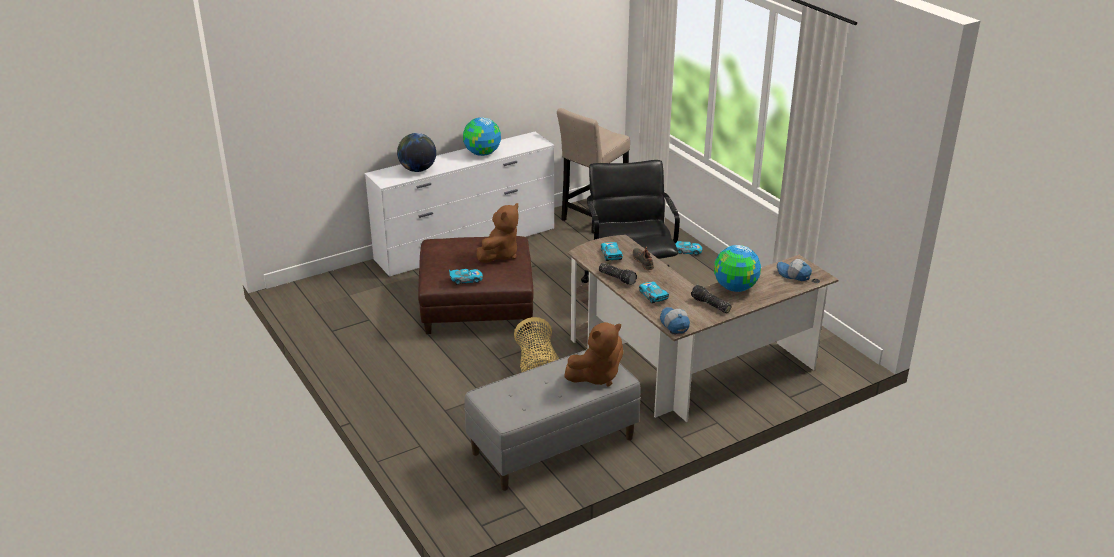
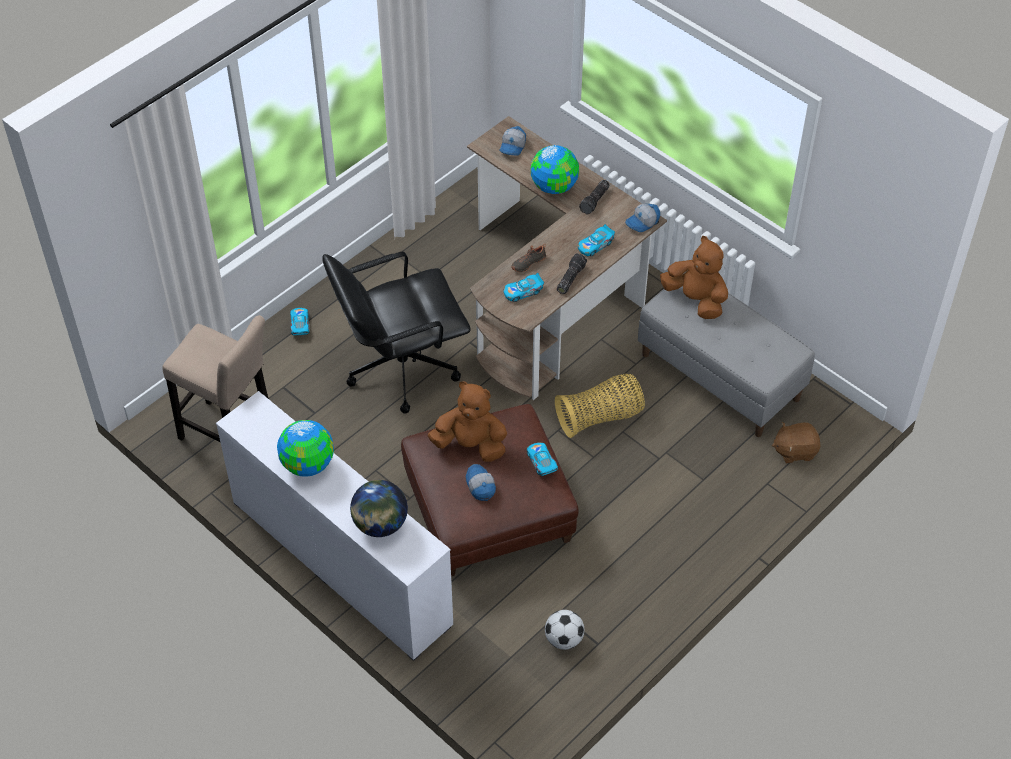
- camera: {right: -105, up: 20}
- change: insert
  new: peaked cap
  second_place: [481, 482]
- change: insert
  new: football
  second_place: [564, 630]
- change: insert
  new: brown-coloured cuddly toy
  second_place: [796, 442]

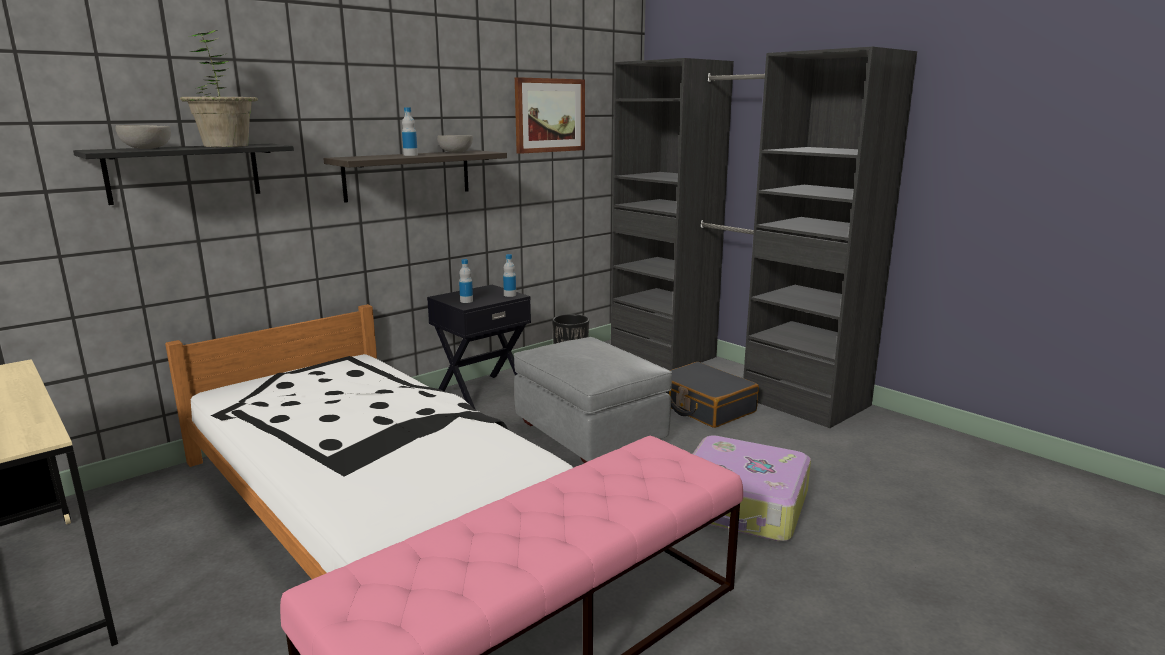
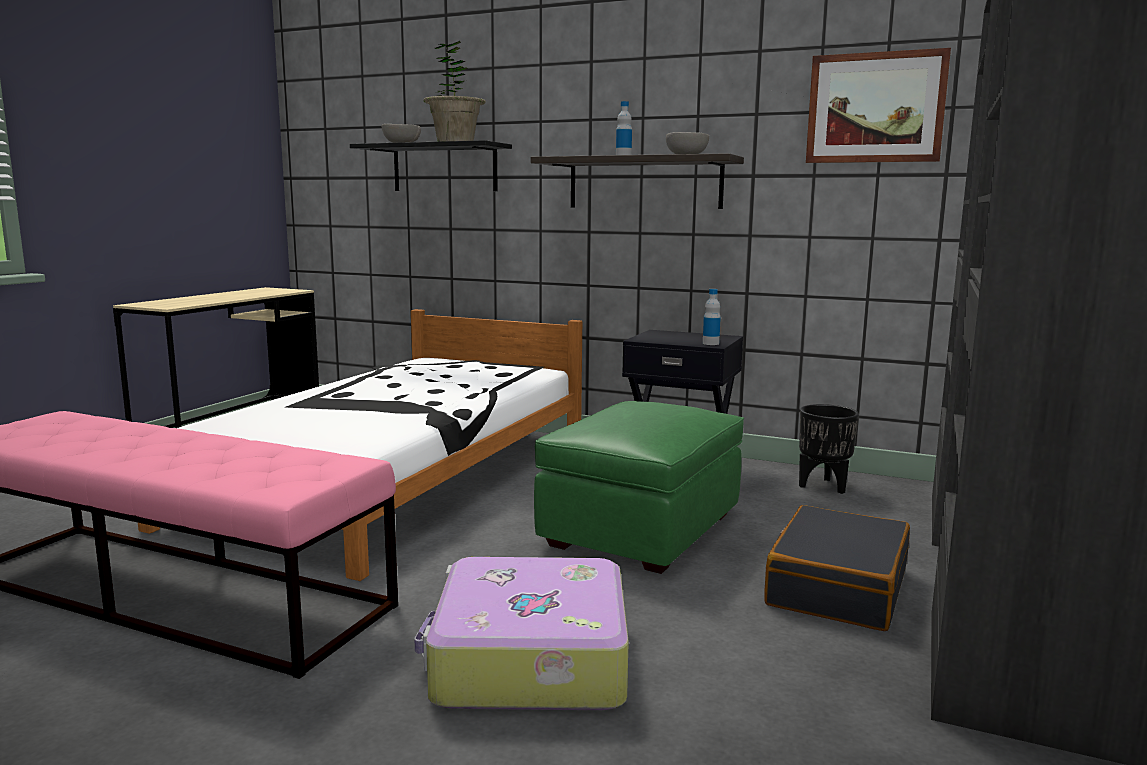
- camera: {right: 65, up: -5}
- change: delete
  old: drink bottle
  first_place: [466, 281]
- change: recolor
  old: grey footrest
  new: green-coloured footrest
  first_place: [593, 400]
  second_place: [639, 487]

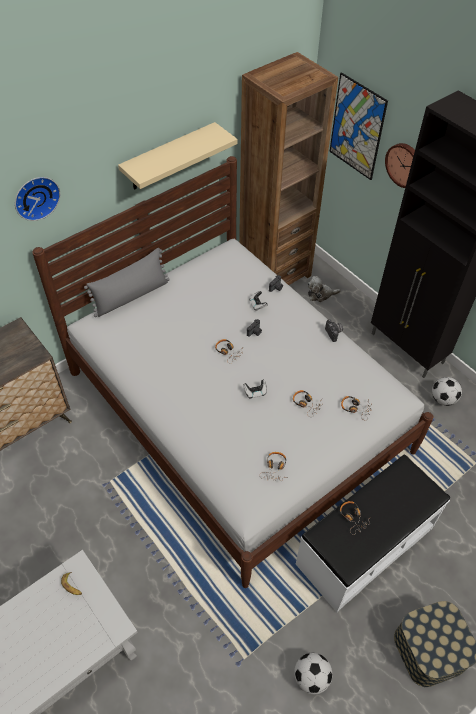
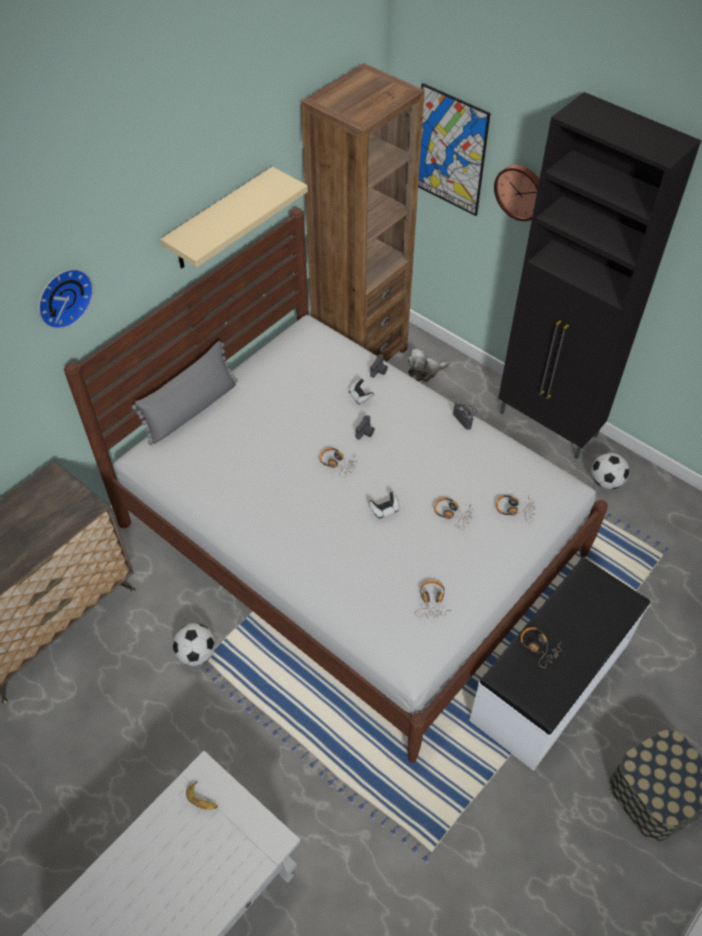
- camera: {right: -10, up: 0}
- change: move
  old: football
  first_place: [313, 673]
  second_place: [194, 644]

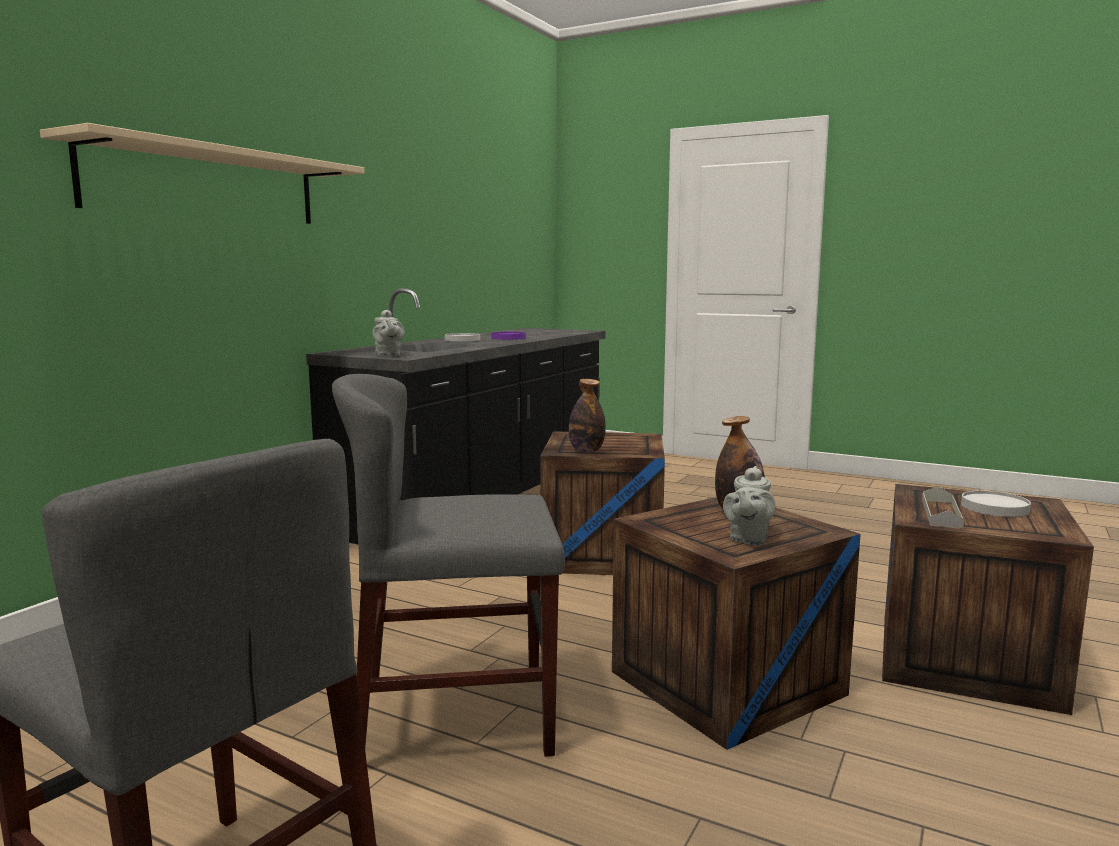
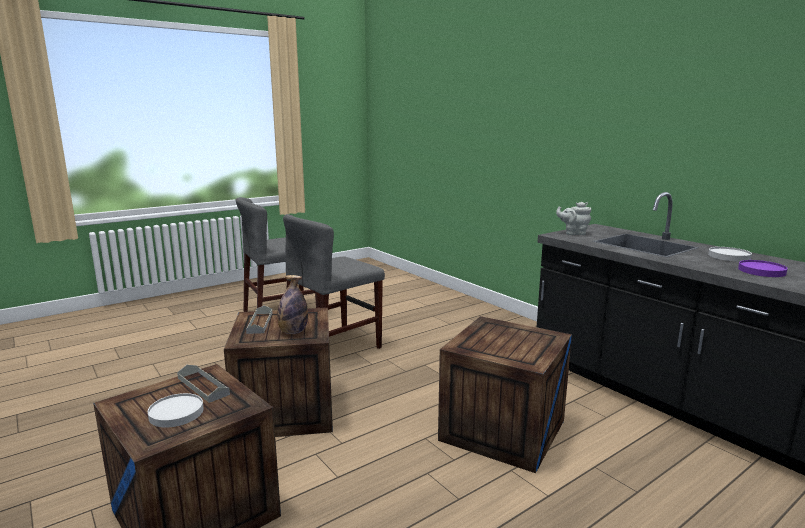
- camera: {right: 115, up: 5}
- change: delete
  old: sand-coloured wall shelf
  first_place: [202, 173]
- change: delete
  old: drink bottle
  first_place: [587, 415]
- change: replace
  old: grey tea pot
  new: grey carrying tray
  first_place: [749, 506]
  second_place: [259, 320]
- change: rotate
  old: grey plain chair
  first_place: [448, 565]
  second_place: [334, 281]
  degrees: -150

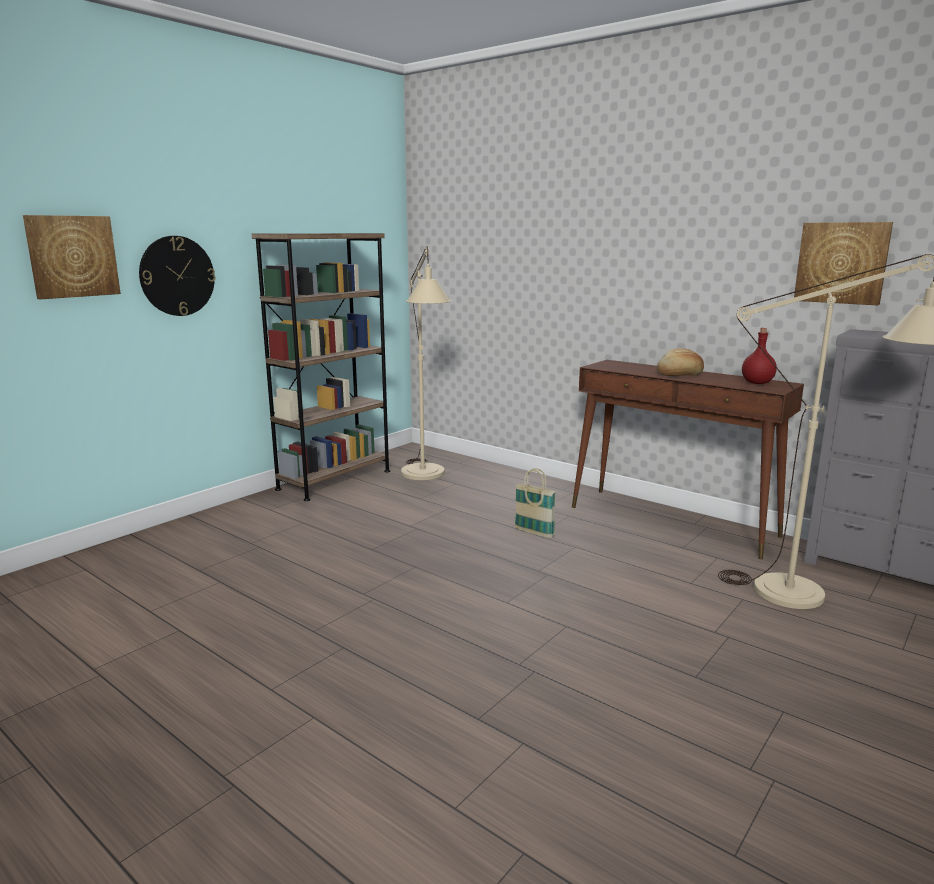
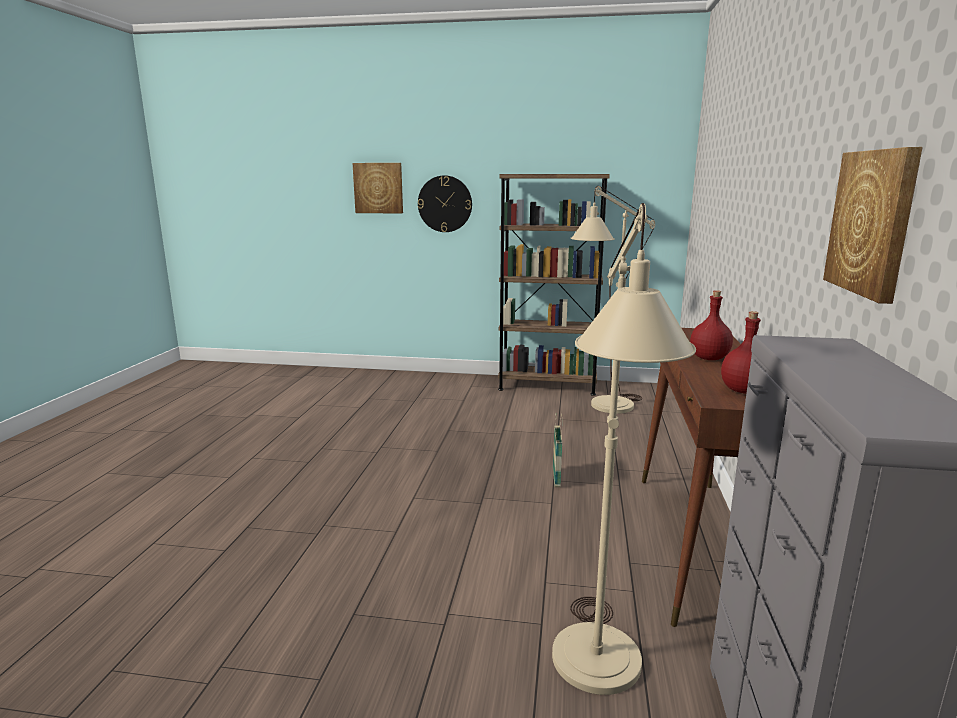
- camera: {right: 60, up: 0}
- change: replace
  old: baked bread
  new: red drink bottle
  first_place: [680, 362]
  second_place: [711, 325]

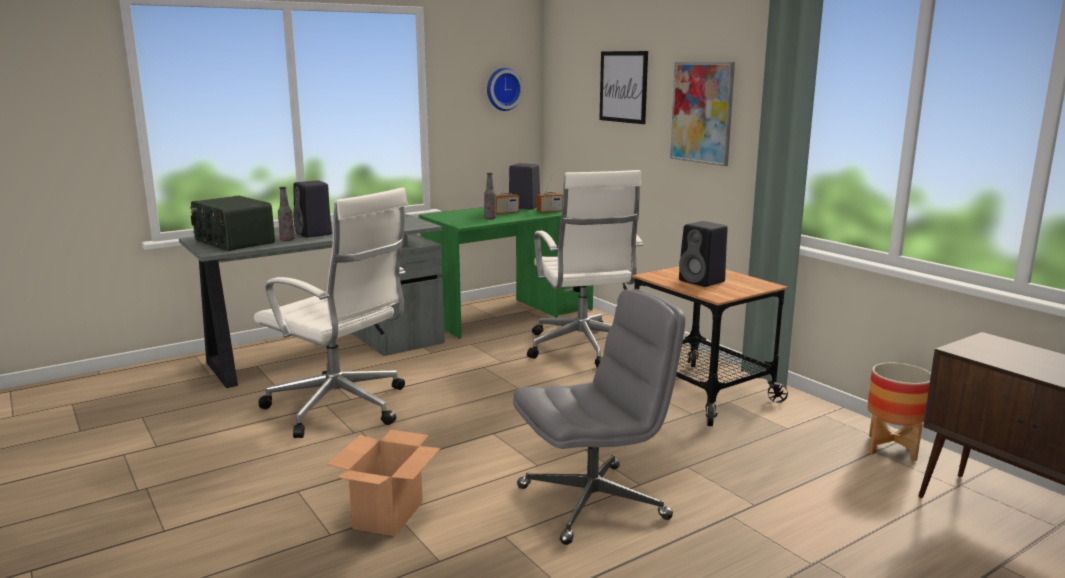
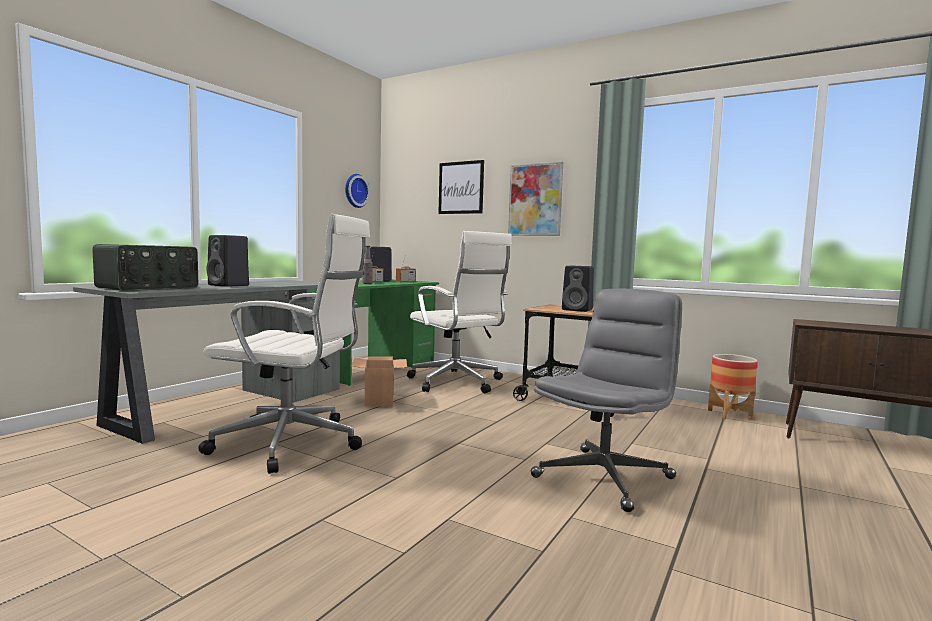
- camera: {right: -25, up: -10}
- change: delete
  old: drink bottle
  first_place: [286, 214]
- change: move
  old: carton
  first_place: [384, 483]
  second_place: [379, 381]
- change: rotate
  old: radio
  first_place: [232, 223]
  second_place: [145, 267]
  degrees: -75

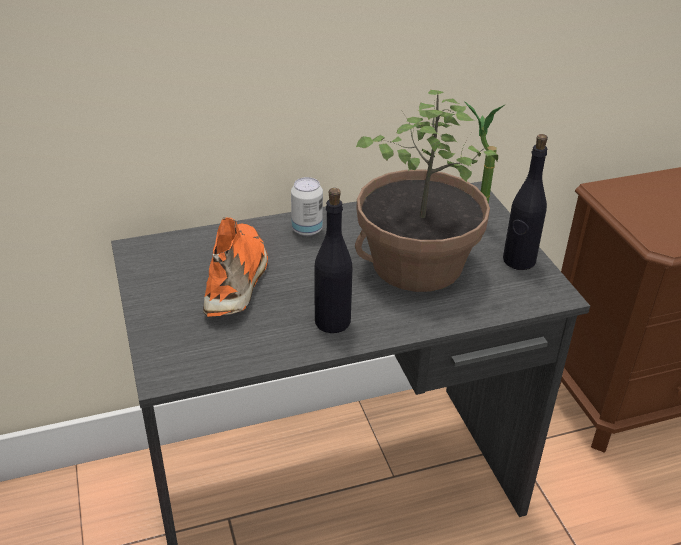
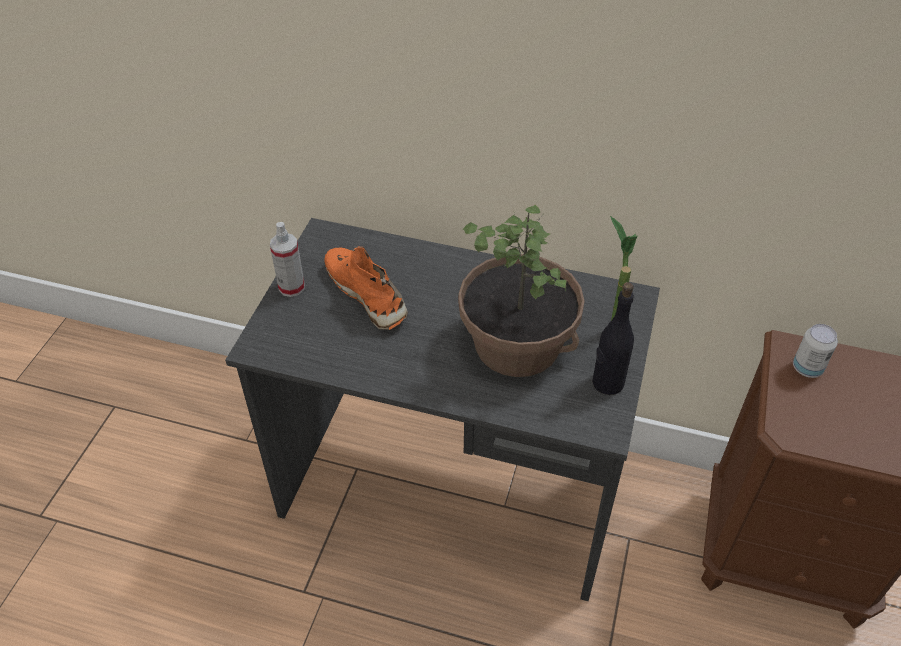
- camera: {right: 35, up: 10}
- change: delete
  old: black-coloured drink bottle
  first_place: [333, 260]
- change: insert
  new: hand sprayer
  second_place: [287, 259]
- change: move
  old: can
  first_place: [307, 206]
  second_place: [815, 351]
- change: rotate
  old: orange-coloured low shoe
  first_place: [235, 267]
  second_place: [366, 288]
  degrees: -75

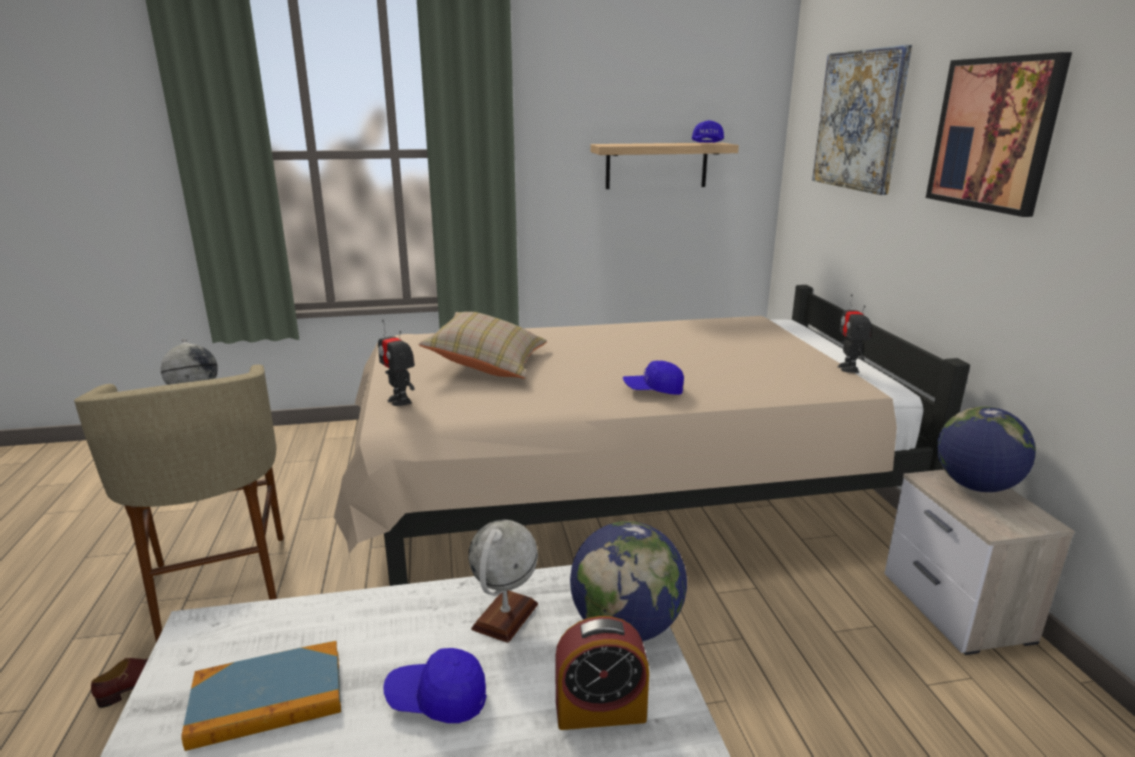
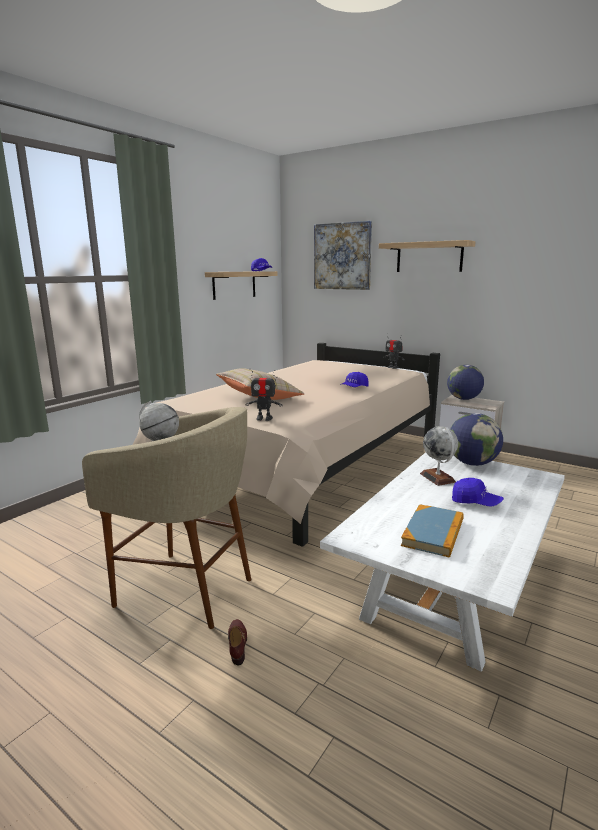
- camera: {right: -45, up: -5}
- change: delete
  old: alarm clock
  first_place: [602, 673]
- change: replace
  old: wall art
  new: wall shelf
  first_place: [999, 134]
  second_place: [427, 256]
- change: rotate
  old: blue peaked cap
  first_place: [434, 685]
  second_place: [478, 492]
  degrees: -105

